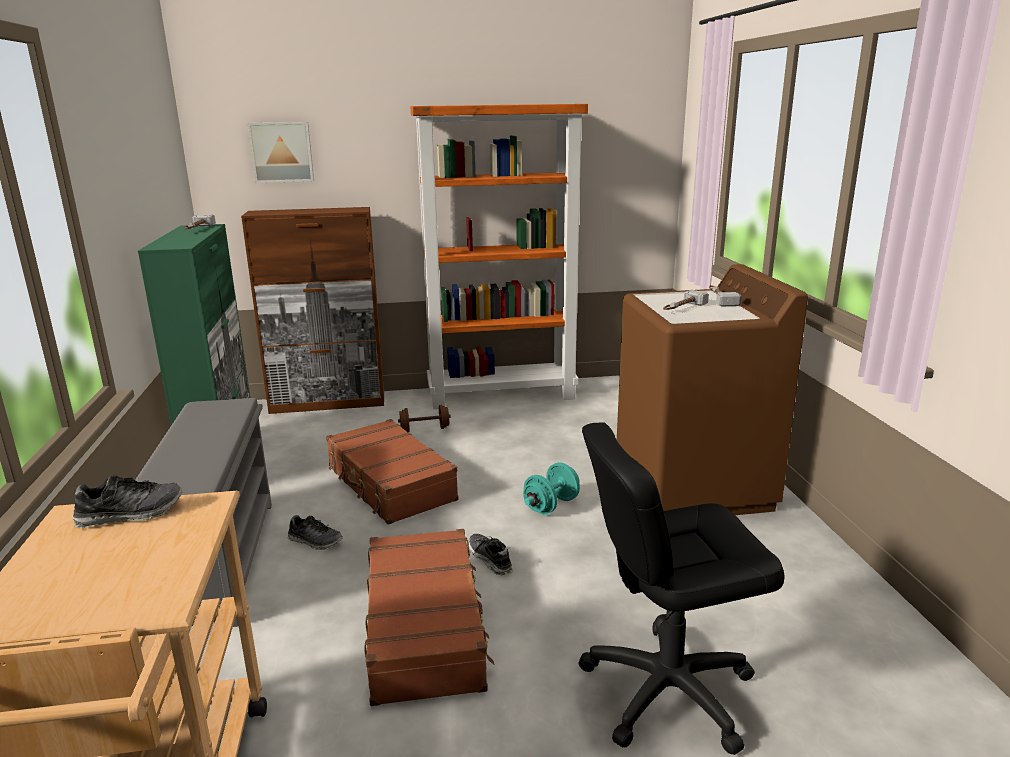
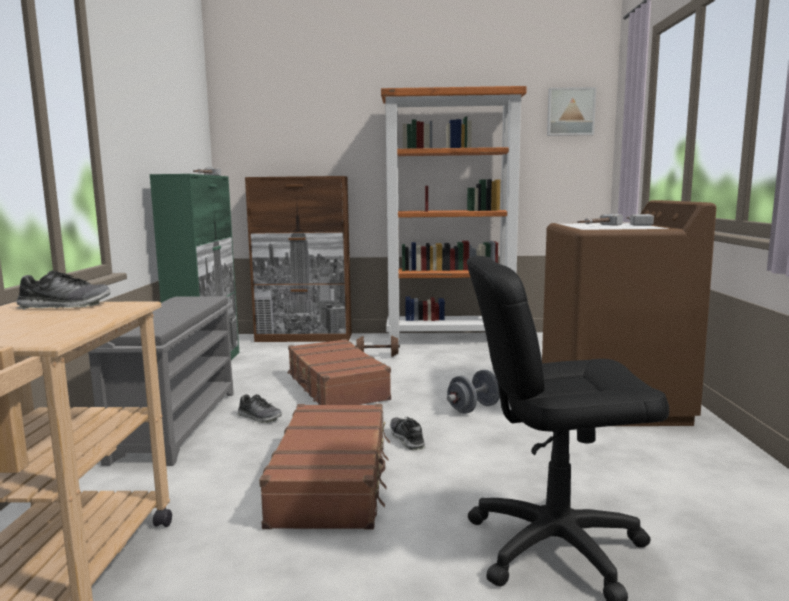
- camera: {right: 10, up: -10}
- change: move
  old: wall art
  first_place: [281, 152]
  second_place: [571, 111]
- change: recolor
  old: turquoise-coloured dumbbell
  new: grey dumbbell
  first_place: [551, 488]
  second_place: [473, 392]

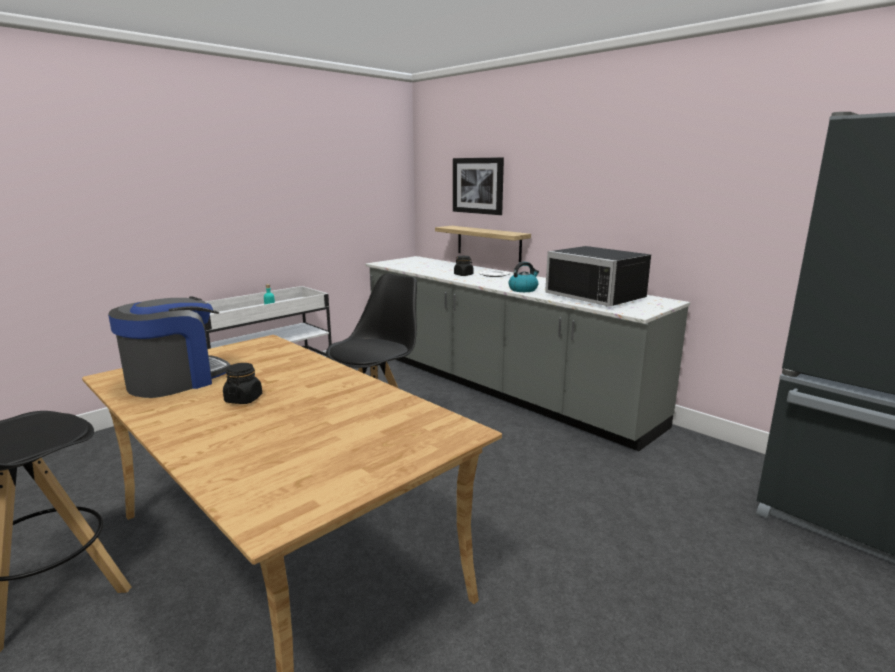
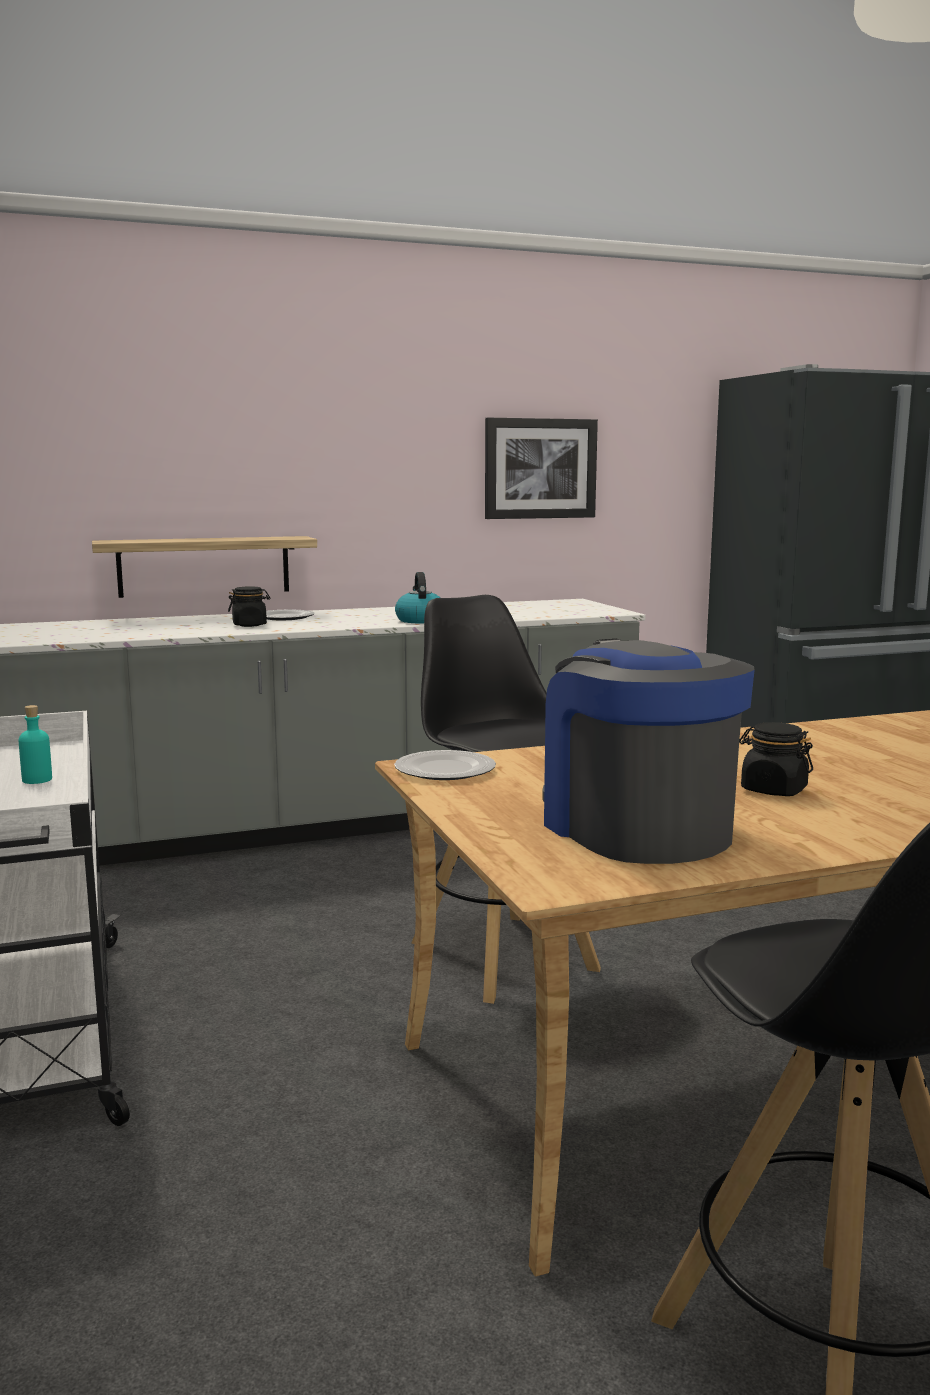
- camera: {right: -65, up: -5}
- change: delete
  old: black-coloured microwave
  first_place: [598, 276]
- change: insert
  new: plate
  second_place: [445, 765]
- change: move
  old: wall art
  first_place: [478, 186]
  second_place: [541, 468]

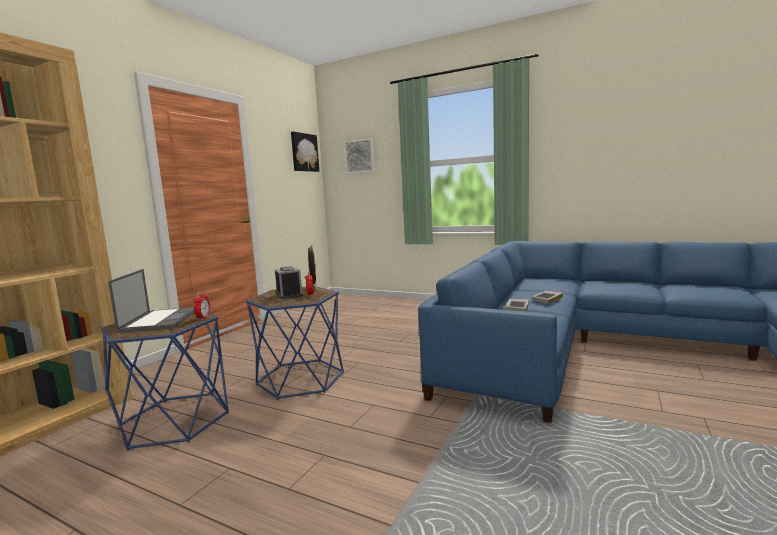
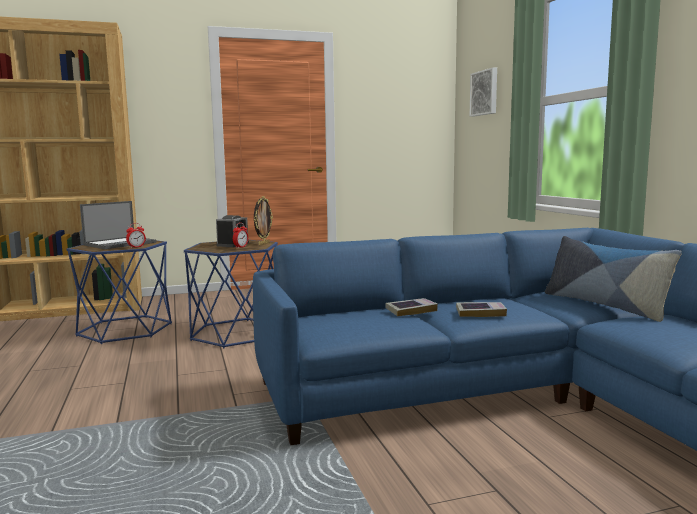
- camera: {right: 45, up: 0}
- change: delete
  old: wall art
  first_place: [305, 152]
- change: insert
  new: throw pillow
  second_place: [613, 279]

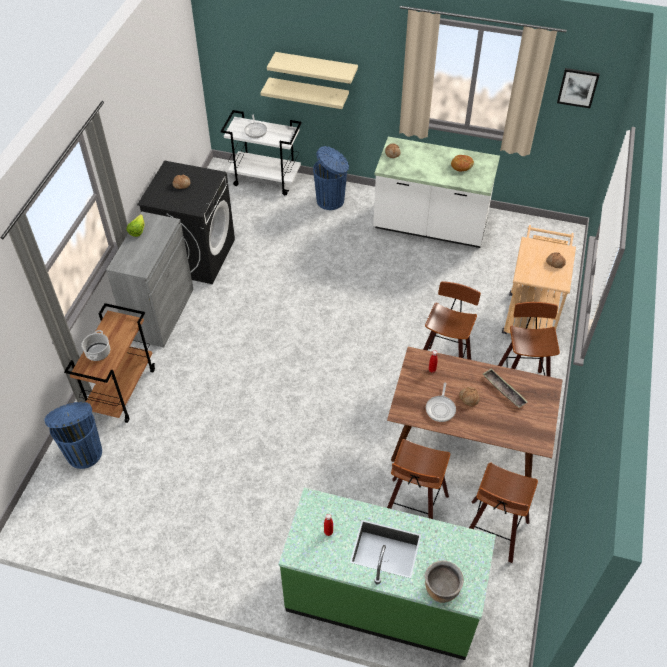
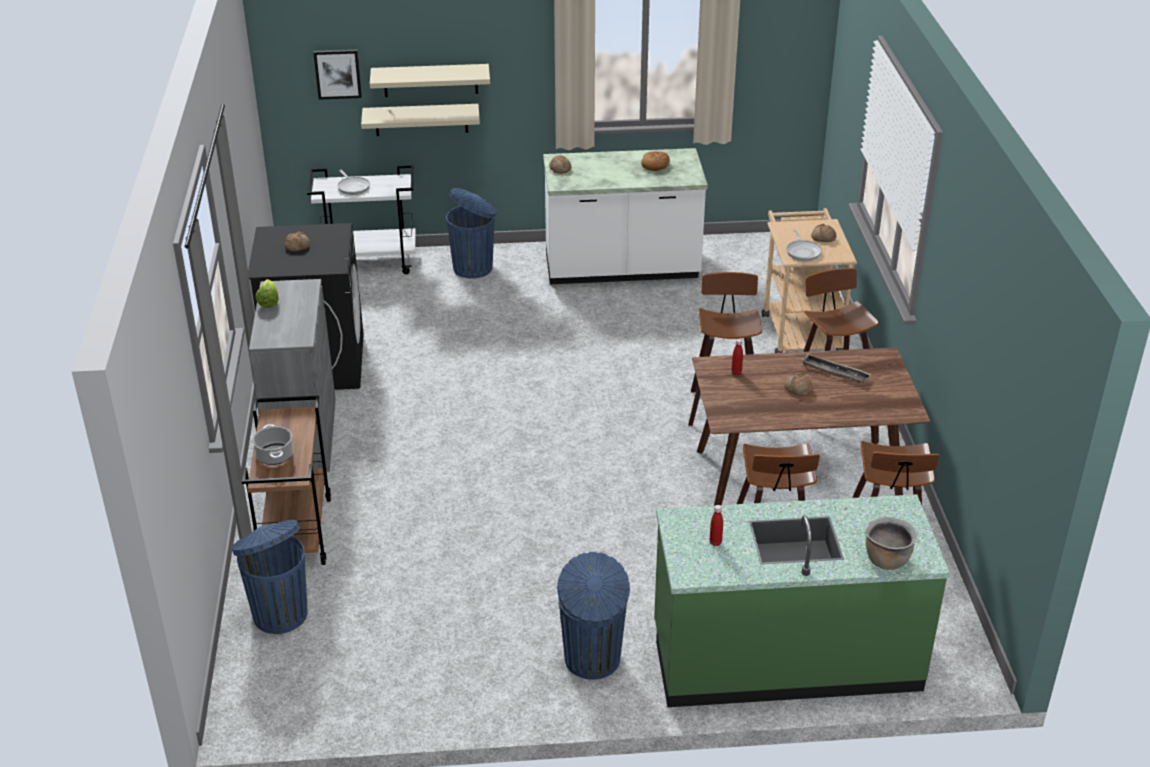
- camera: {right: -20, up: -15}
- change: insert
  new: blue rubbish bin
  second_place: [593, 616]
- change: move
  old: skillet
  first_place: [441, 402]
  second_place: [804, 245]
- change: move
  old: wall art
  first_place: [578, 88]
  second_place: [337, 75]

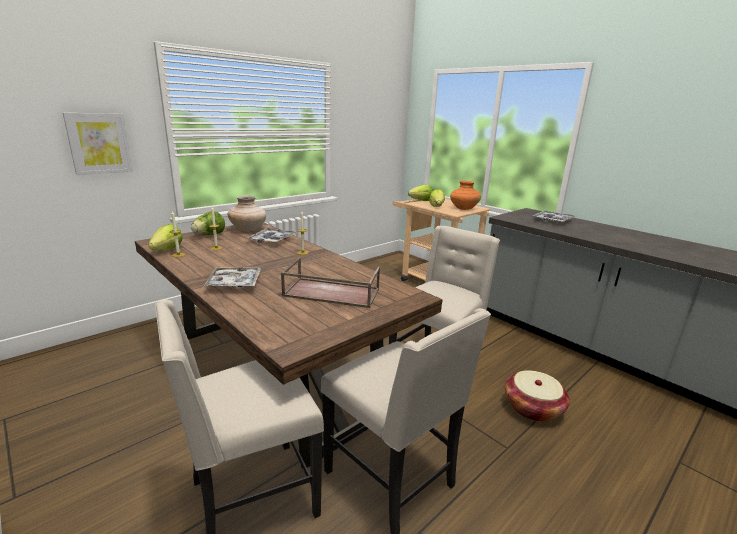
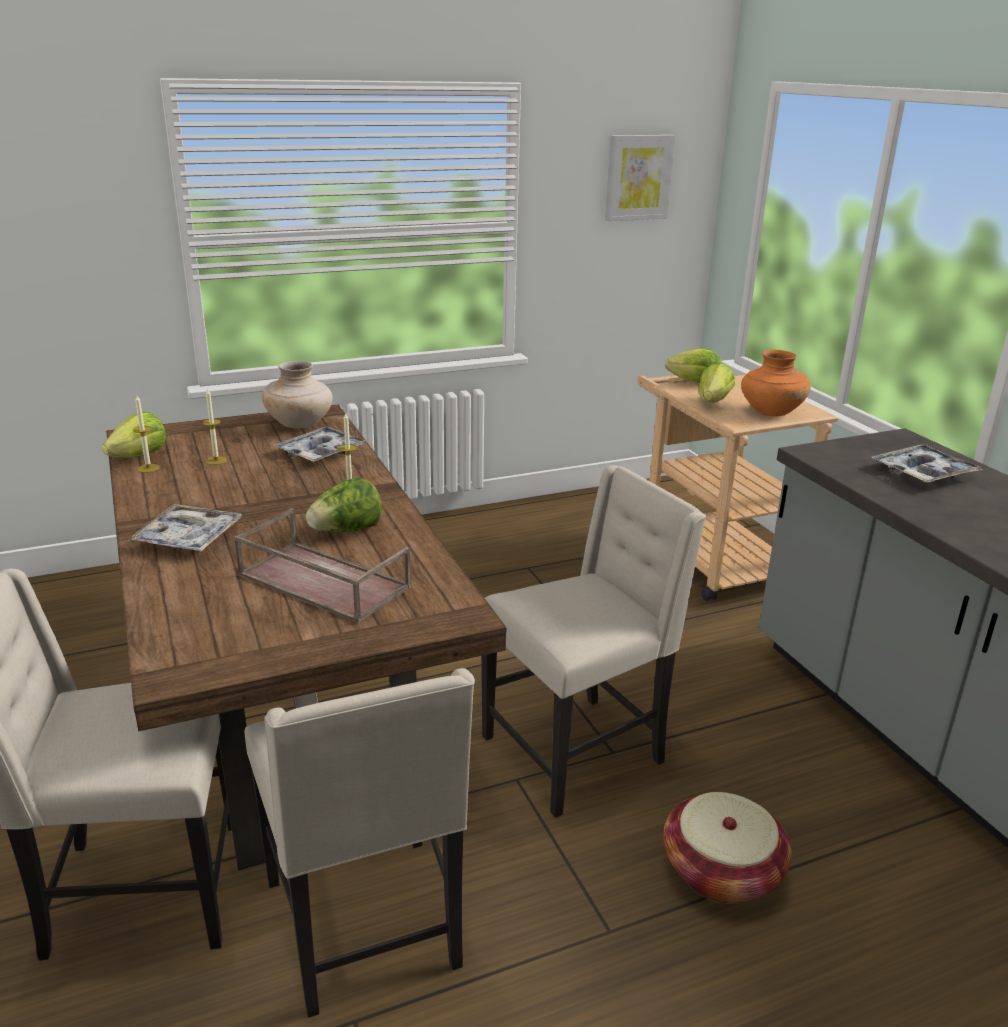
- camera: {right: 20, up: 5}
- change: move
  old: wall art
  first_place: [98, 144]
  second_place: [640, 178]
- change: move
  old: lettuce
  first_place: [208, 223]
  second_place: [344, 505]

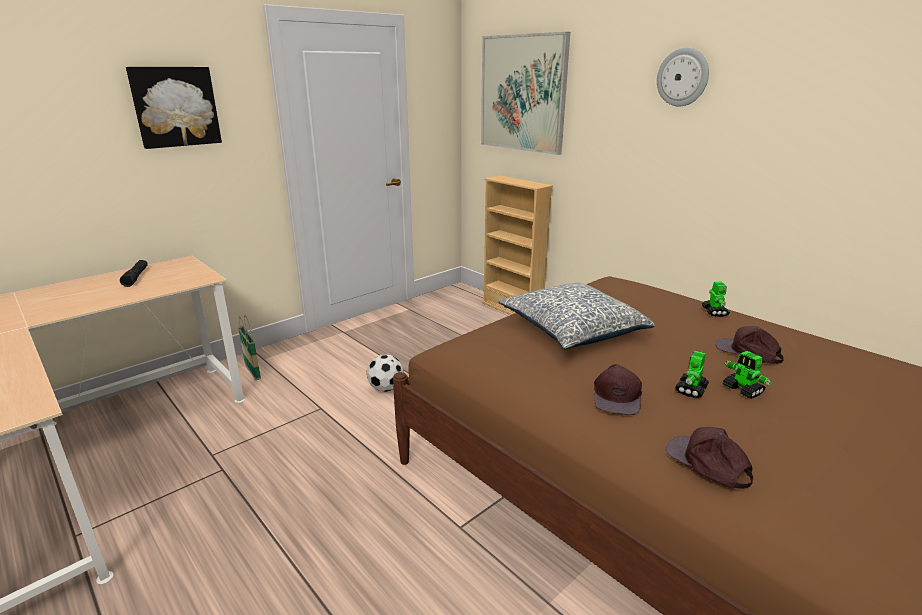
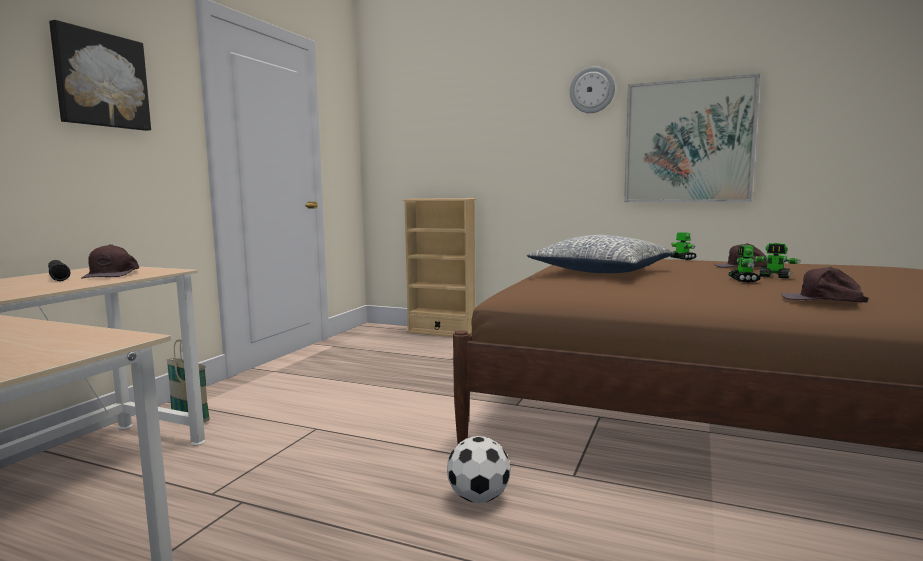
- camera: {right: -25, up: -15}
- change: move
  old: football
  first_place: [385, 373]
  second_place: [479, 469]
- change: move
  old: wall art
  first_place: [525, 93]
  second_place: [692, 138]
- change: move
  old: brown-coloured peaked cap
  first_place: [618, 389]
  second_place: [110, 261]

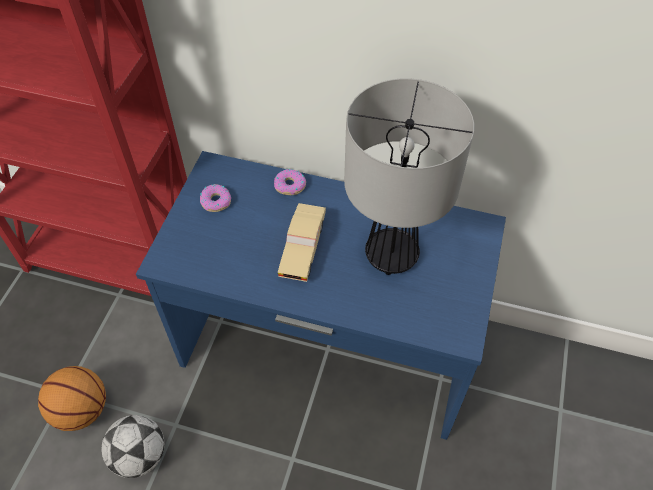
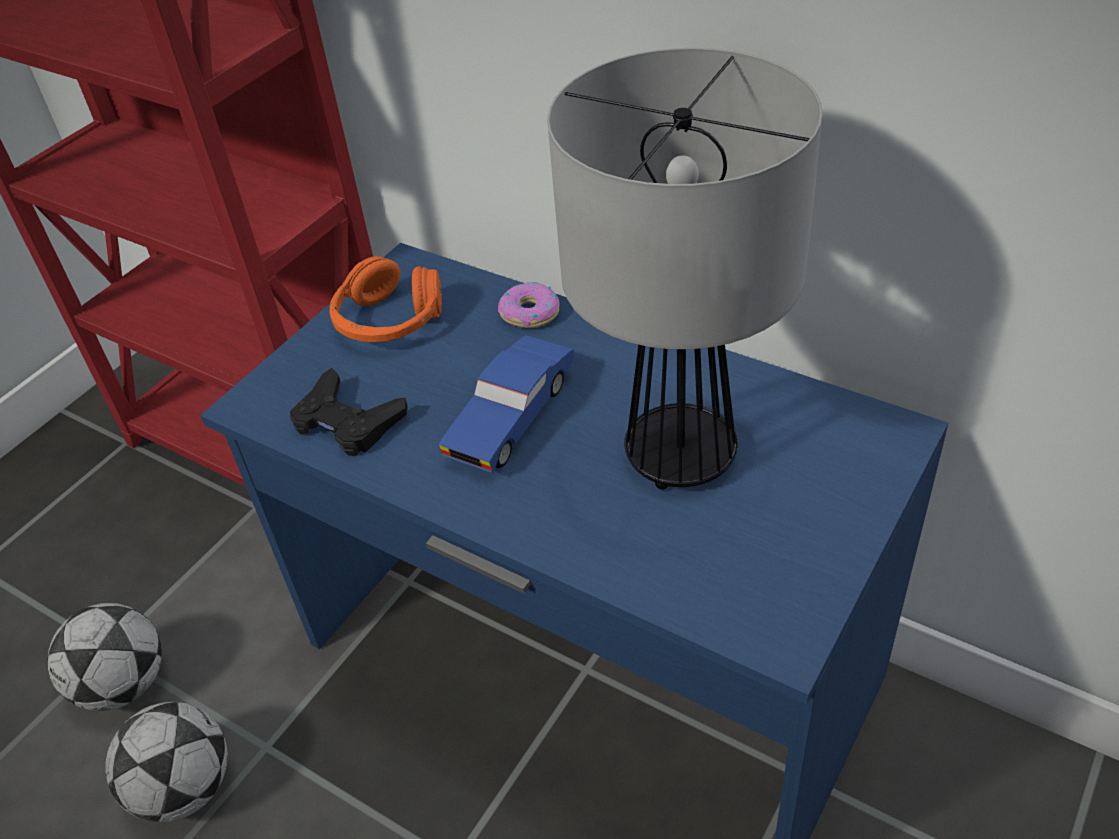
- camera: {right: 20, up: -10}
- change: insert
  new: black-coloured gamepad
  second_place: [348, 412]
- change: replace
  old: basketball
  new: football
  first_place: [72, 398]
  second_place: [104, 657]
- change: replace
  old: donut
  new: orange-coloured pair of headphones
  first_place: [215, 198]
  second_place: [385, 299]
- change: recolor
  old: sand-coloured model car
  new: blue model car
  first_place: [302, 242]
  second_place: [506, 404]

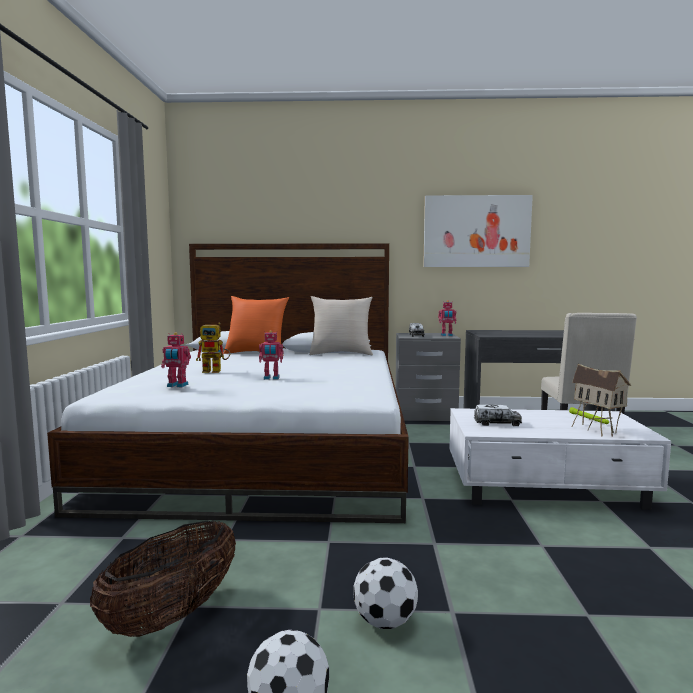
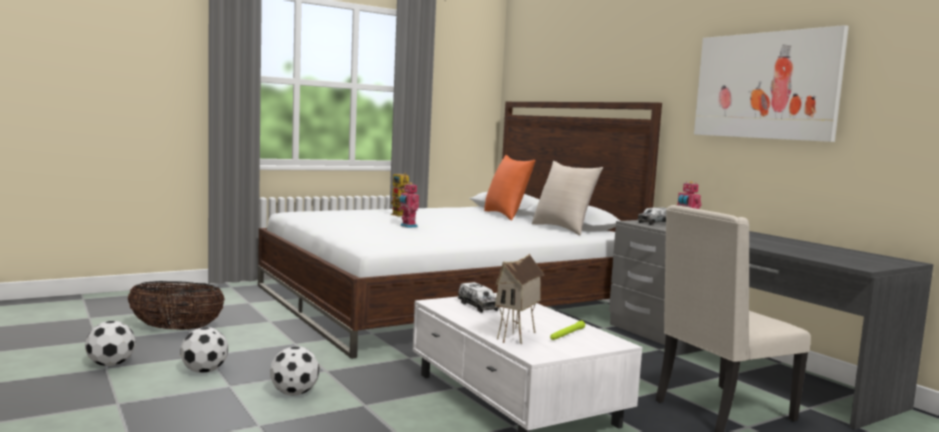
- camera: {right: 55, up: 0}
- change: delete
  old: model robot
  first_place: [176, 359]
- change: insert
  new: football
  second_place: [294, 371]

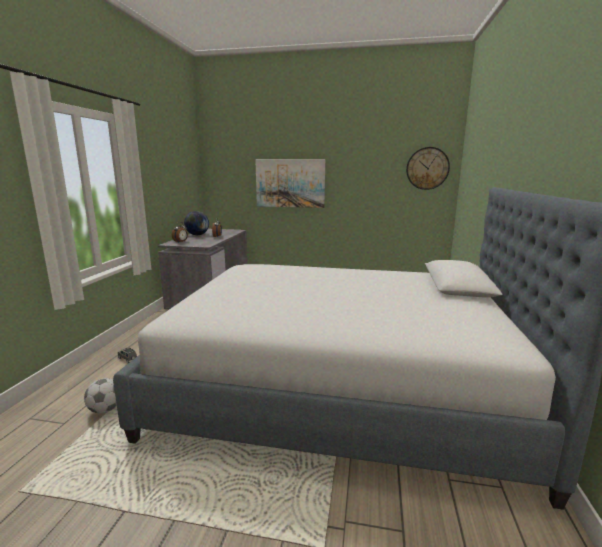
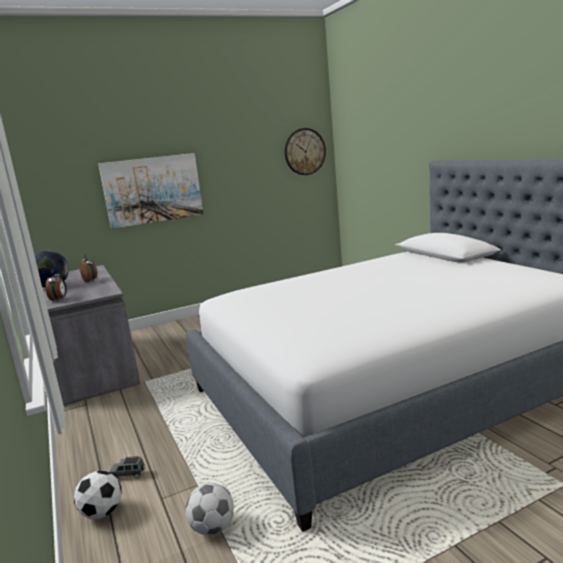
- camera: {right: -35, up: 0}
- change: insert
  new: football
  second_place: [97, 495]

